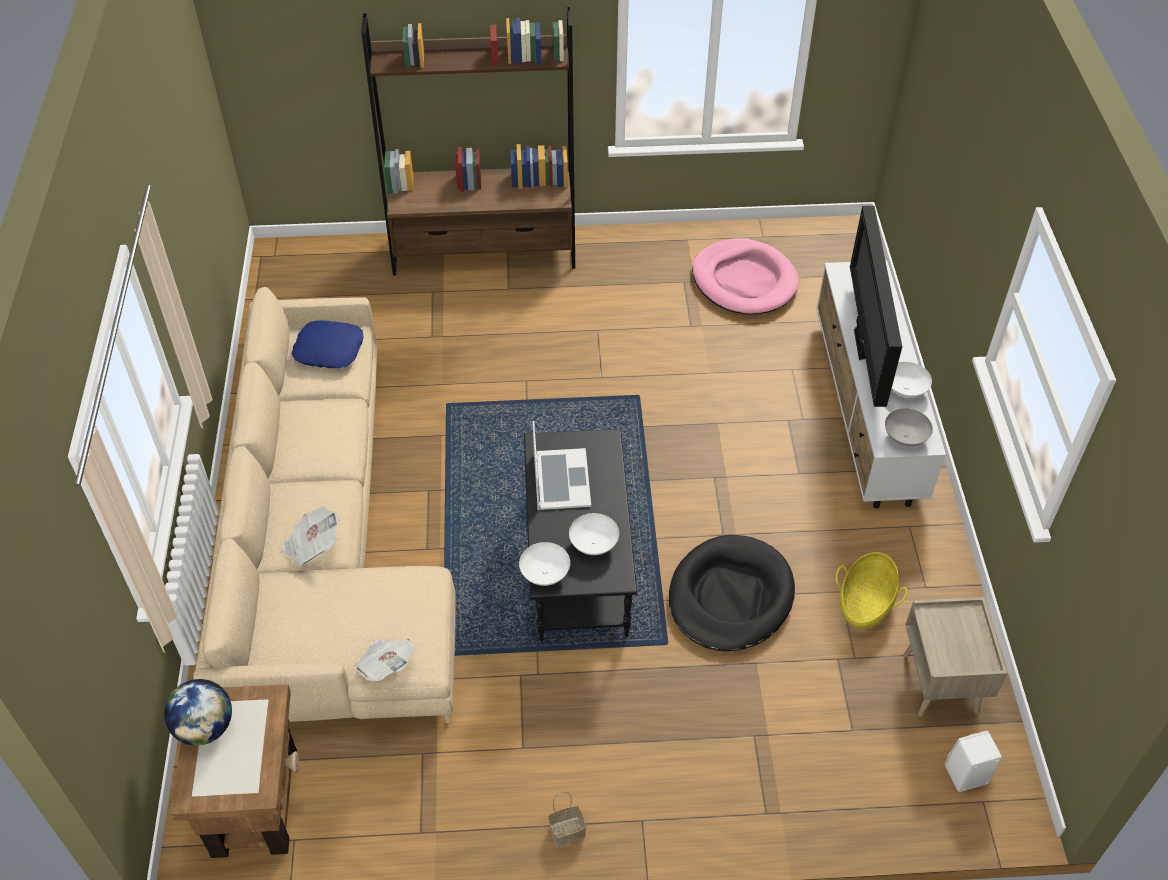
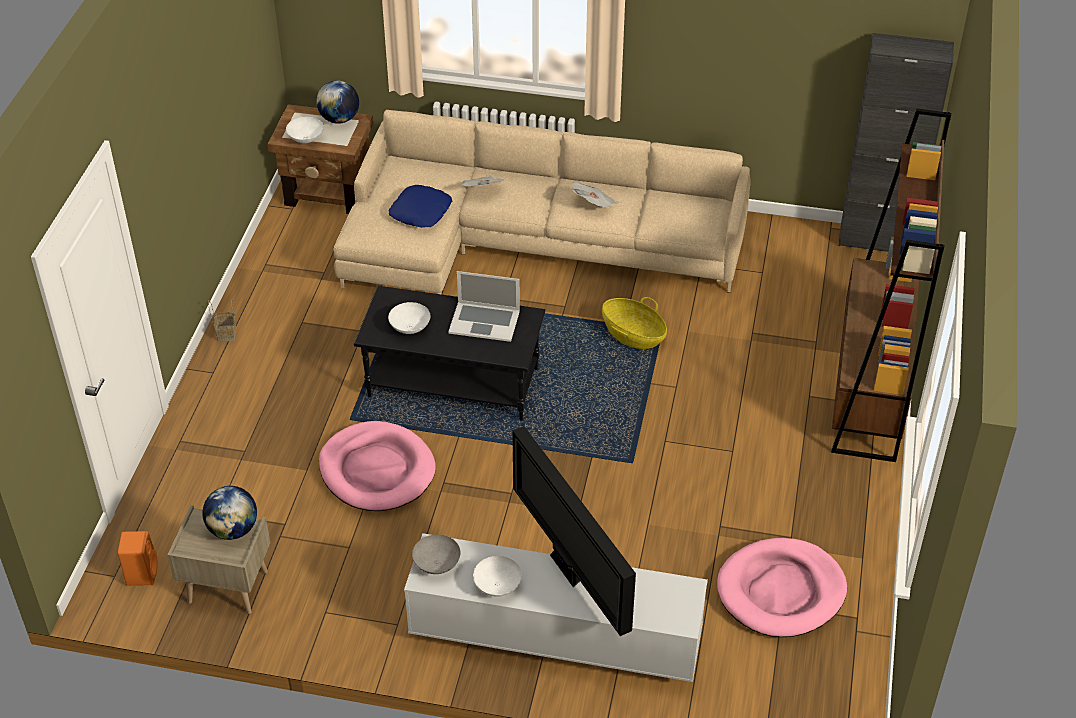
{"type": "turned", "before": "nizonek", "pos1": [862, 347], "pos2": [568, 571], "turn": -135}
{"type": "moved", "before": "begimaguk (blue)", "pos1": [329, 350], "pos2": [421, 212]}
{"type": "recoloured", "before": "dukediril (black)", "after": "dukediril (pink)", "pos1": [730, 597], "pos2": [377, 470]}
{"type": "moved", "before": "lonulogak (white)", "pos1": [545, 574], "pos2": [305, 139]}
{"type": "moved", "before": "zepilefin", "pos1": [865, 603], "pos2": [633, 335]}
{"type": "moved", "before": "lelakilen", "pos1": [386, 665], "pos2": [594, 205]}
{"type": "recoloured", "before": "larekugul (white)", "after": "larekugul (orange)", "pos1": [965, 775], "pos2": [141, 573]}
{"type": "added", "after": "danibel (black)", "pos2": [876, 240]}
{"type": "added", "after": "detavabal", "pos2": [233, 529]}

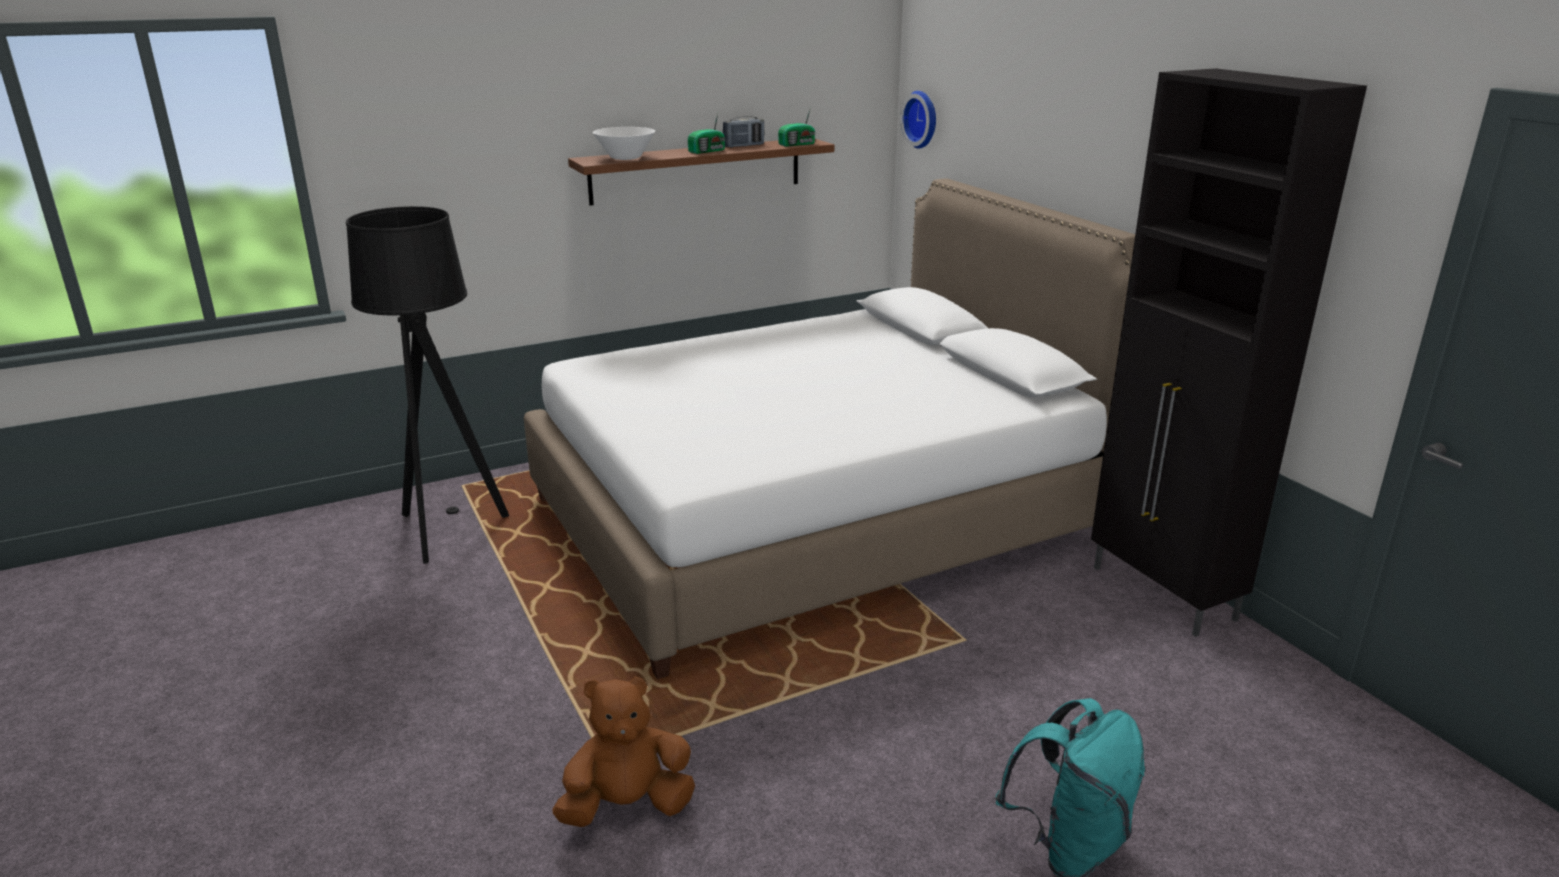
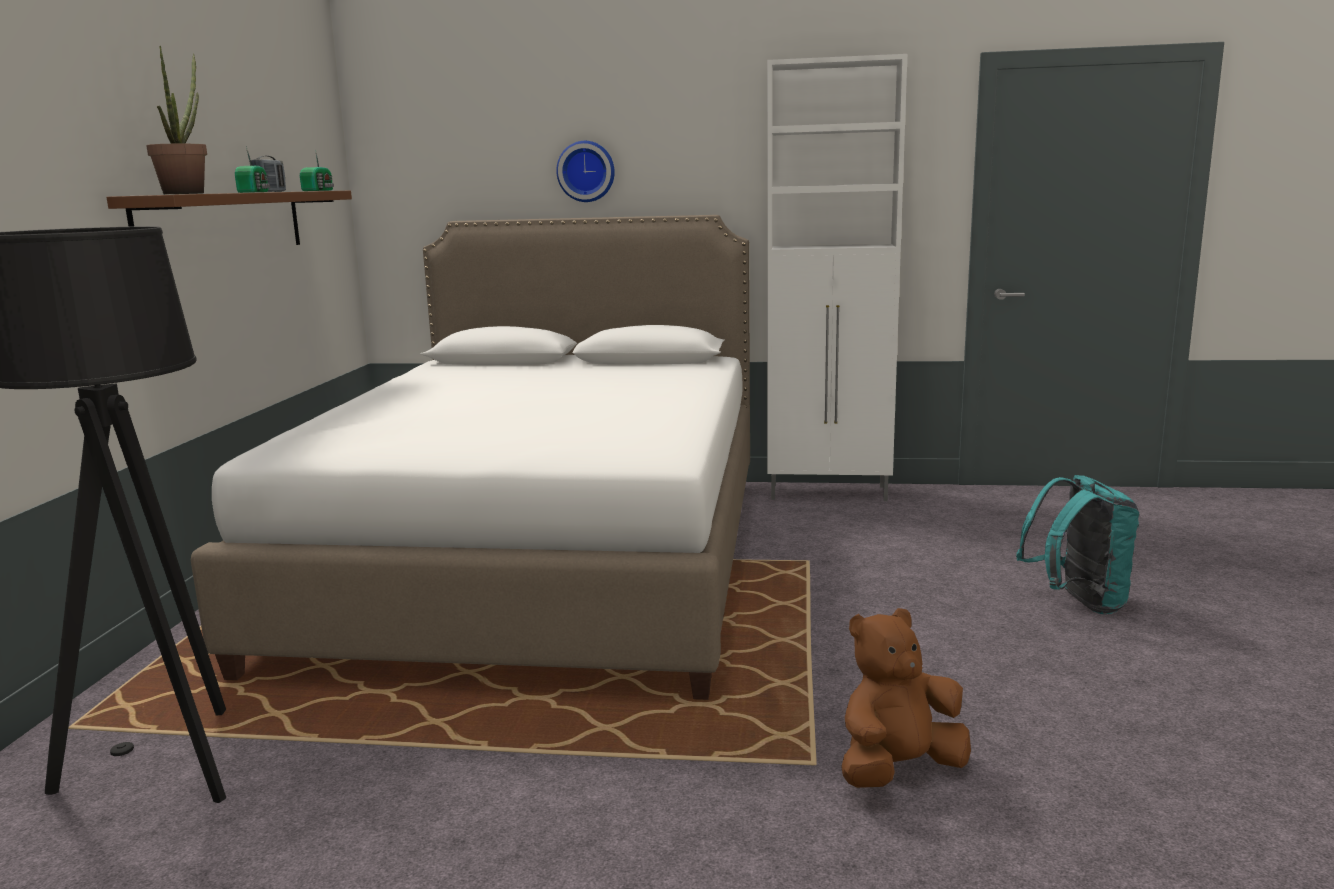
{"type": "recoloured", "before": "danibel (black)", "after": "danibel (white)", "pos1": [1163, 594], "pos2": [830, 493]}
{"type": "moved", "before": "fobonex", "pos1": [922, 119], "pos2": [586, 171]}
{"type": "replaced", "before": "lonulogak (white)", "after": "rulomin", "pos1": [625, 158], "pos2": [188, 193]}
{"type": "turned", "before": "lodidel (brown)", "pos1": [627, 806], "pos2": [898, 769], "turn": 45}

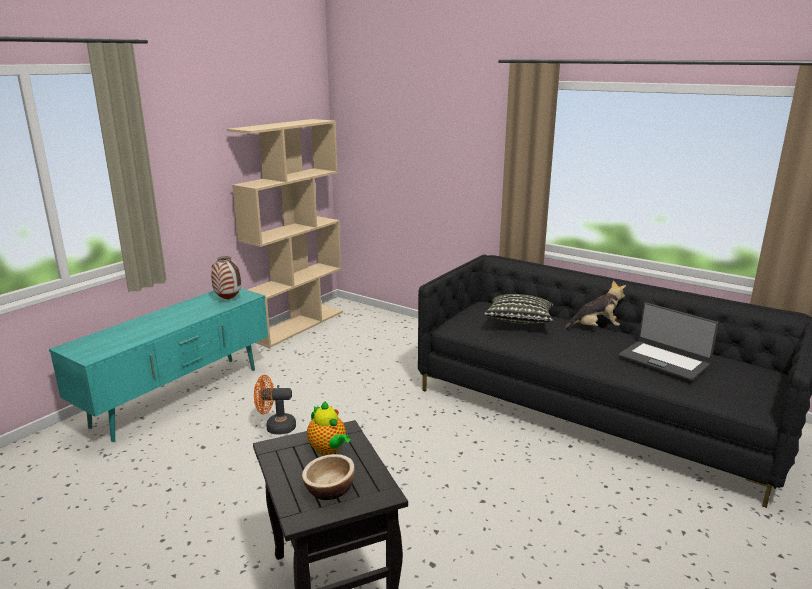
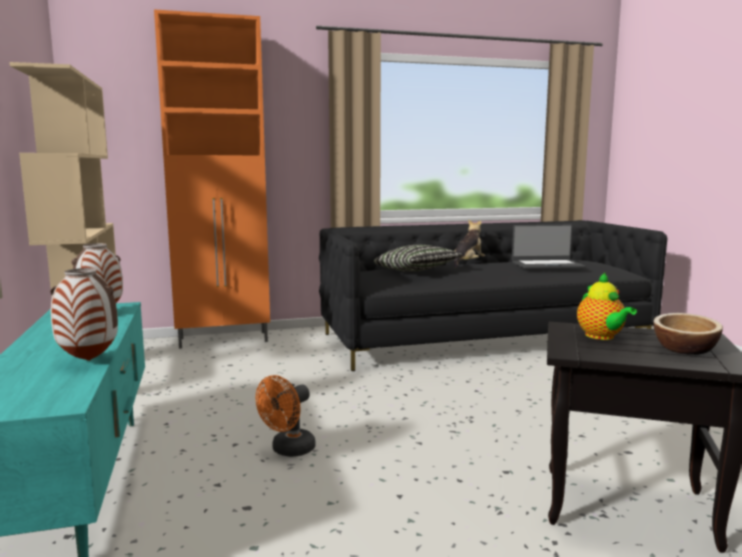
{"type": "turned", "before": "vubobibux", "pos1": [328, 450], "pos2": [601, 337], "turn": 75}
{"type": "added", "after": "danibel (orange)", "pos2": [225, 340]}
{"type": "added", "after": "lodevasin", "pos2": [90, 360]}

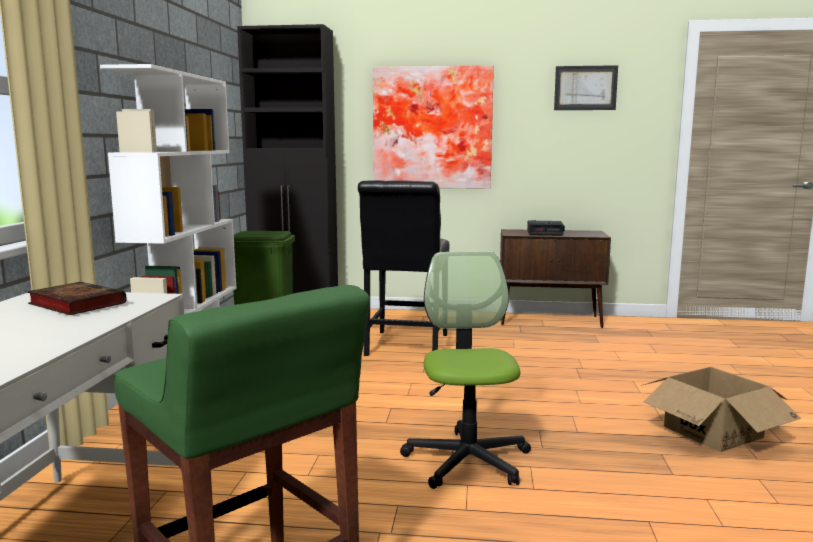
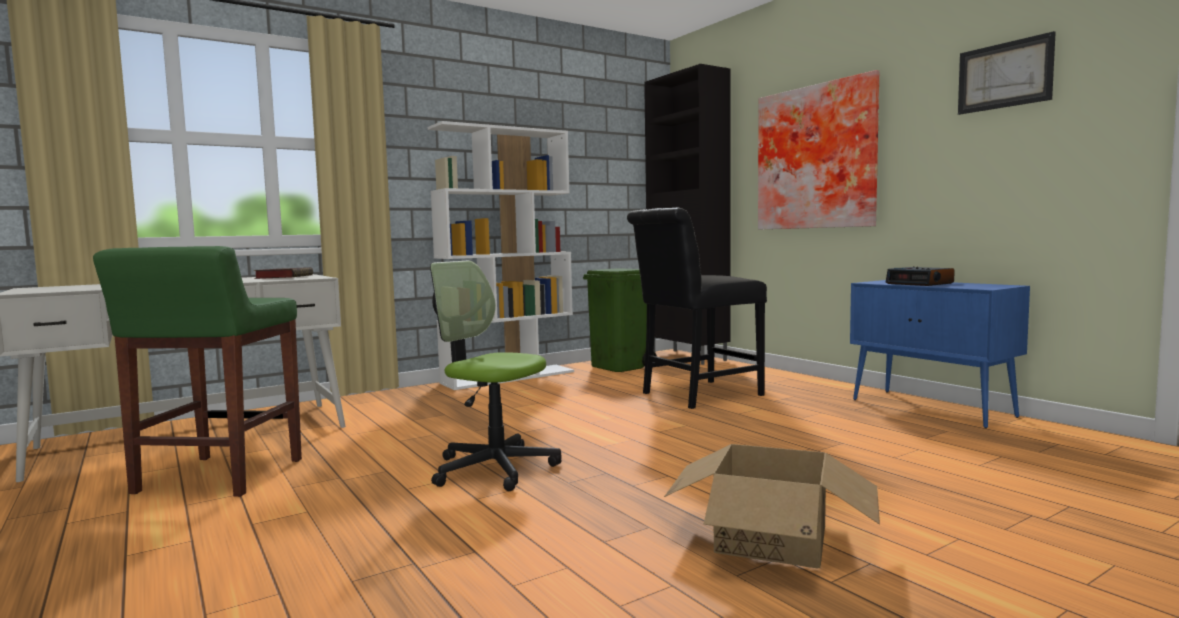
{"type": "recoloured", "before": "danibel (brown)", "after": "danibel (blue)", "pos1": [550, 320], "pos2": [932, 408]}
{"type": "turned", "before": "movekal", "pos1": [467, 460], "pos2": [494, 468], "turn": -105}

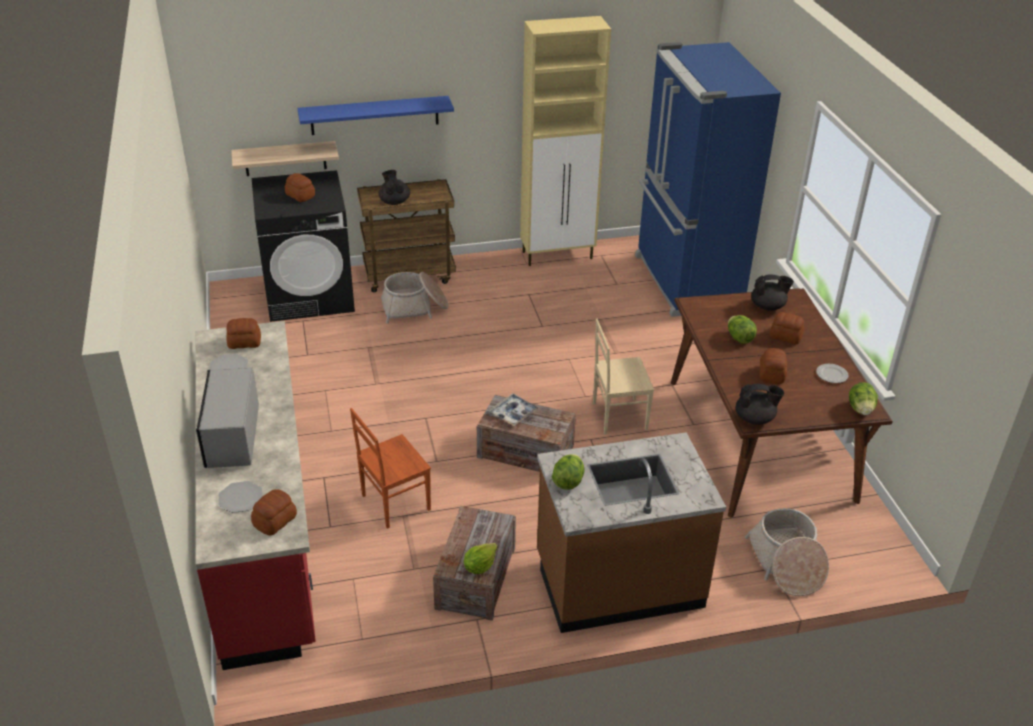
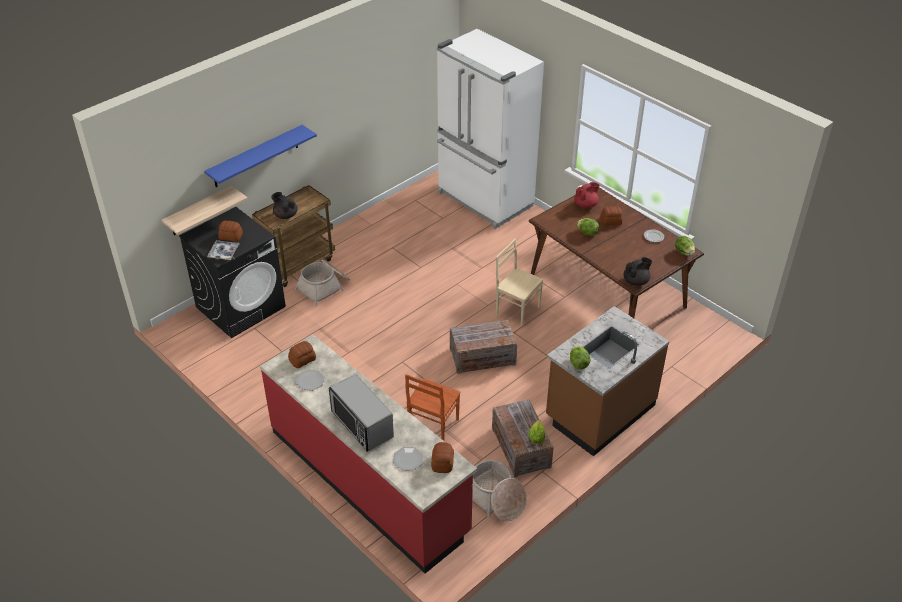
{"type": "removed", "before": "danibel (beige)", "pos1": [558, 255]}
{"type": "recoloured", "before": "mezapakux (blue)", "after": "mezapakux (white)", "pos1": [685, 282], "pos2": [484, 200]}
{"type": "recoloured", "before": "vubobibux (black)", "after": "vubobibux (red)", "pos1": [768, 306], "pos2": [586, 205]}
{"type": "turned", "before": "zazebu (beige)", "pos1": [618, 415], "pos2": [517, 309], "turn": 75}
{"type": "removed", "before": "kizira", "pos1": [771, 374]}
{"type": "moved", "before": "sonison", "pos1": [513, 413], "pos2": [224, 253]}
{"type": "moved", "before": "zepilefin", "pos1": [786, 563], "pos2": [495, 498]}

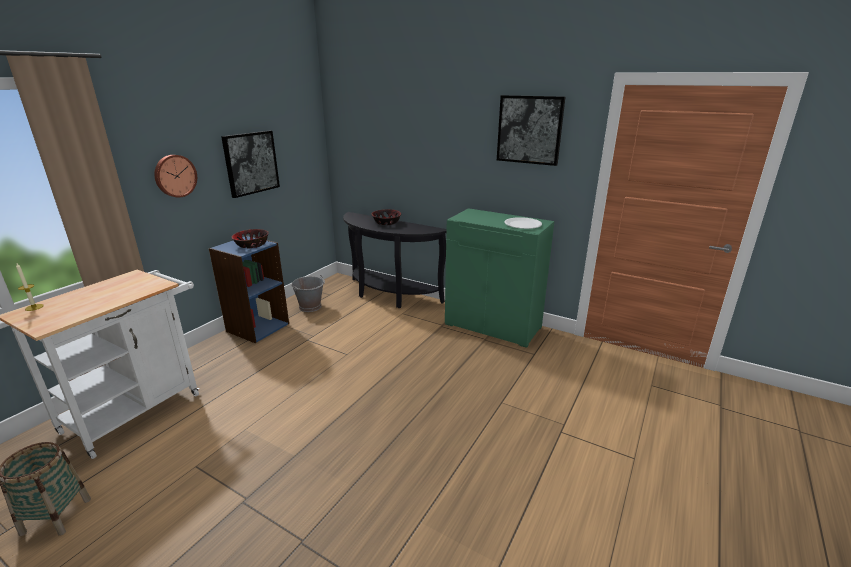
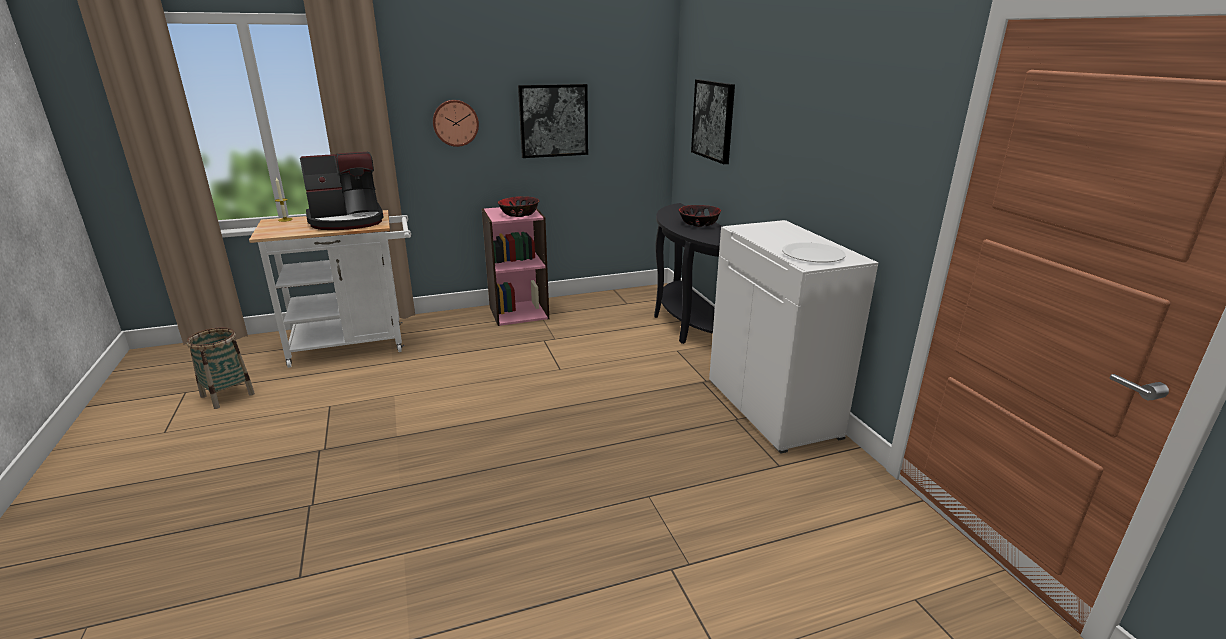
{"type": "moved", "before": "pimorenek", "pos1": [529, 130], "pos2": [713, 120]}
{"type": "recoloured", "before": "danibel (green)", "after": "danibel (white)", "pos1": [493, 325], "pos2": [773, 408]}
{"type": "recoloured", "before": "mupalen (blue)", "after": "mupalen (pink)", "pos1": [257, 327], "pos2": [518, 312]}
{"type": "removed", "before": "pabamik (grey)", "pos1": [310, 307]}
{"type": "added", "after": "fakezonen", "pos2": [347, 221]}

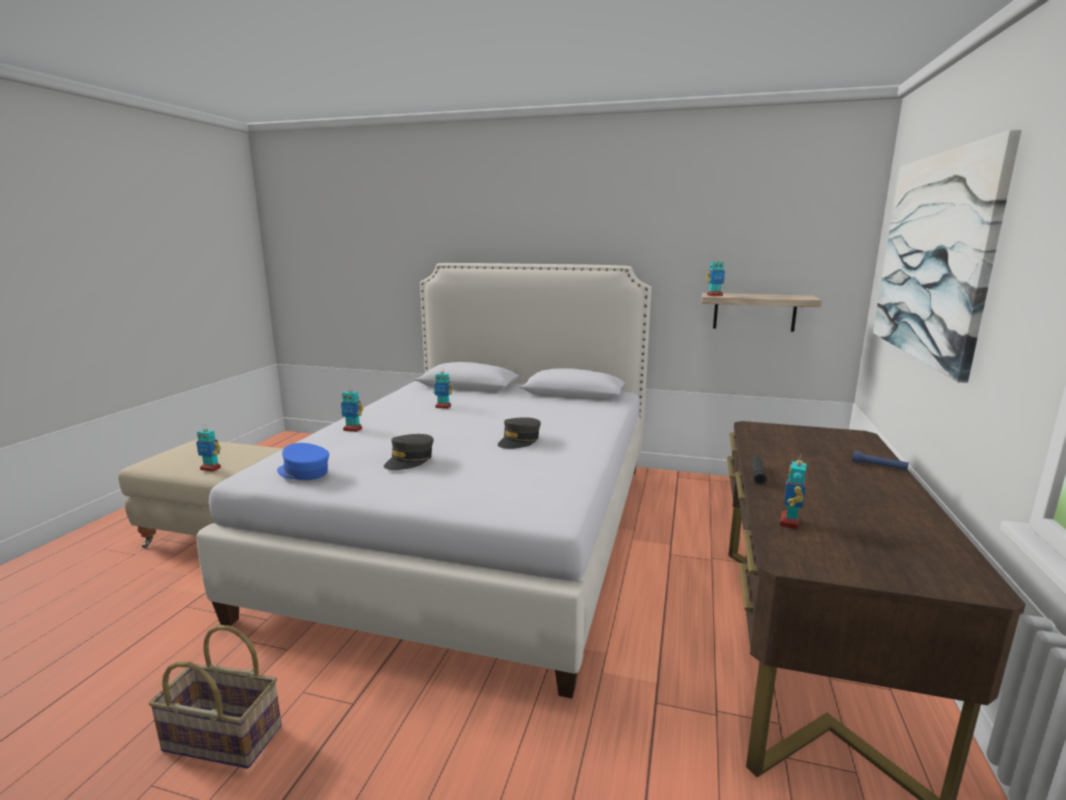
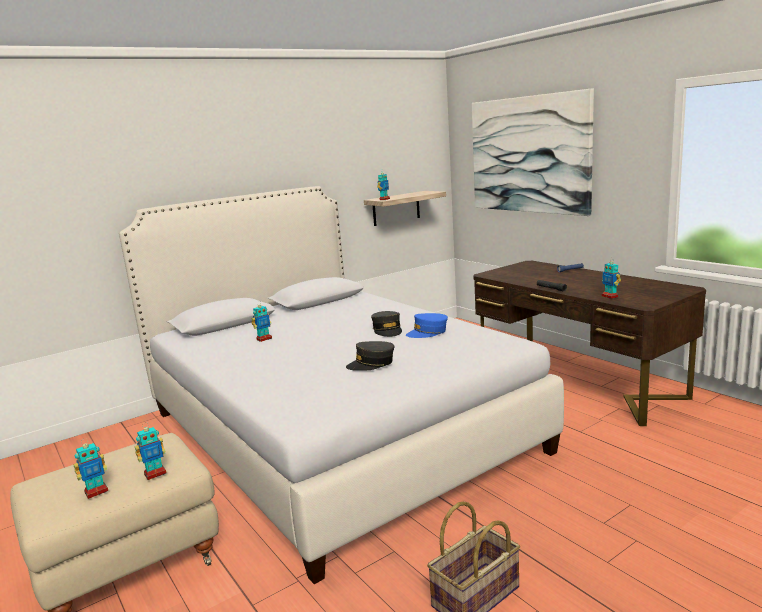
{"type": "moved", "before": "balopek", "pos1": [353, 429], "pos2": [96, 492]}
{"type": "turned", "before": "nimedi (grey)", "pos1": [409, 460], "pos2": [371, 364], "turn": 90}
{"type": "moved", "before": "nimedi (blue)", "pos1": [303, 472], "pos2": [427, 332]}

